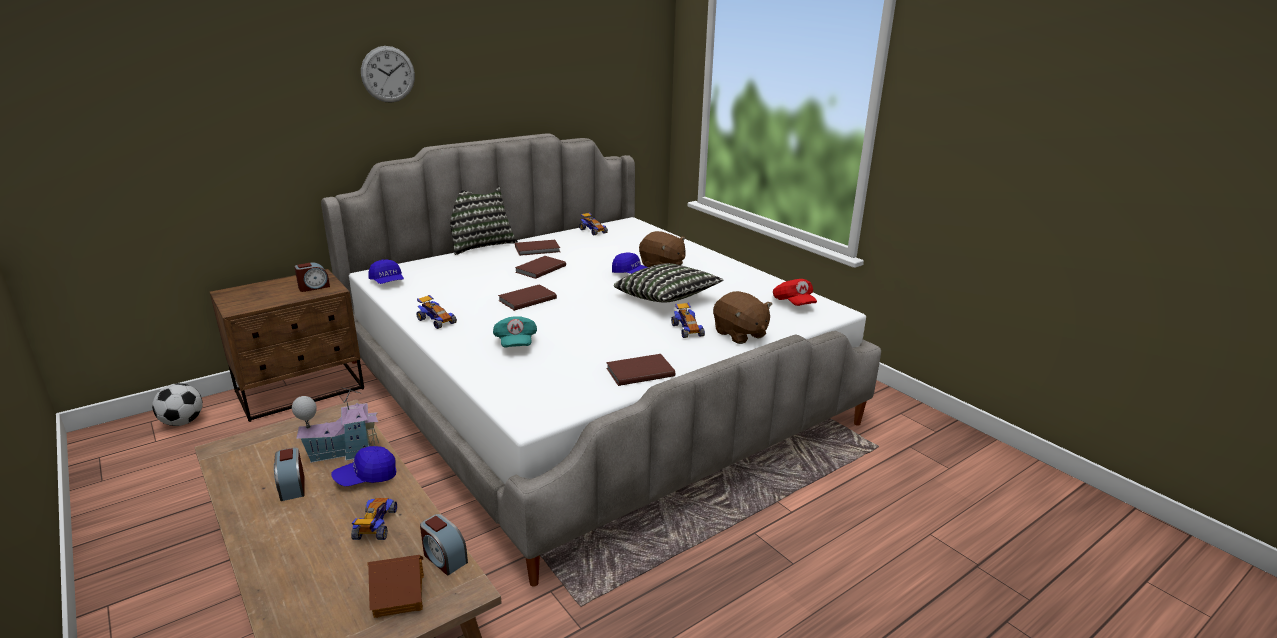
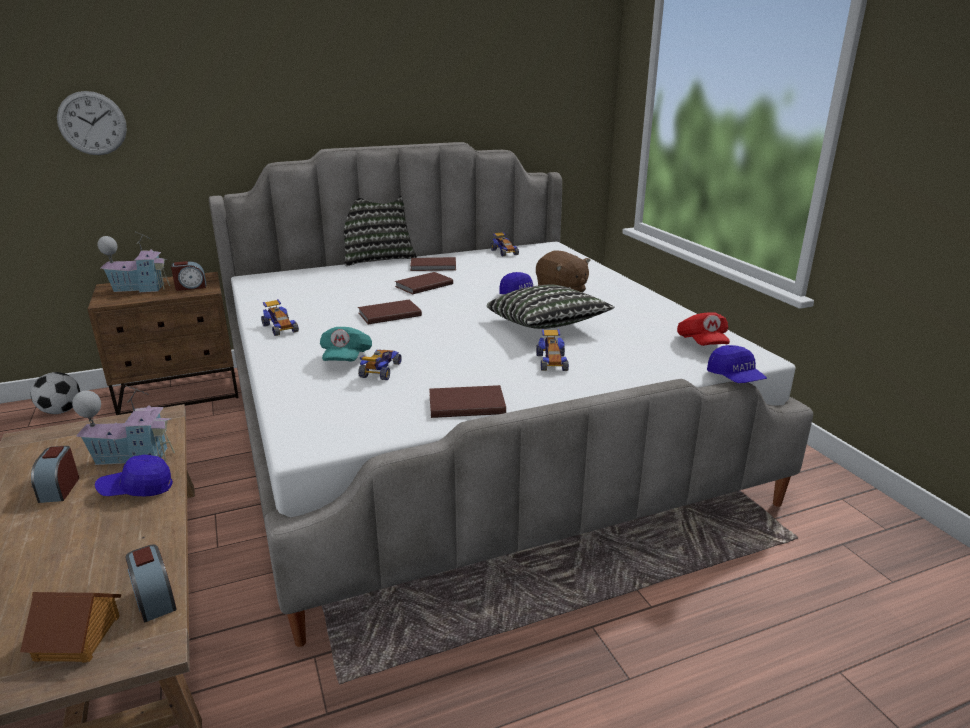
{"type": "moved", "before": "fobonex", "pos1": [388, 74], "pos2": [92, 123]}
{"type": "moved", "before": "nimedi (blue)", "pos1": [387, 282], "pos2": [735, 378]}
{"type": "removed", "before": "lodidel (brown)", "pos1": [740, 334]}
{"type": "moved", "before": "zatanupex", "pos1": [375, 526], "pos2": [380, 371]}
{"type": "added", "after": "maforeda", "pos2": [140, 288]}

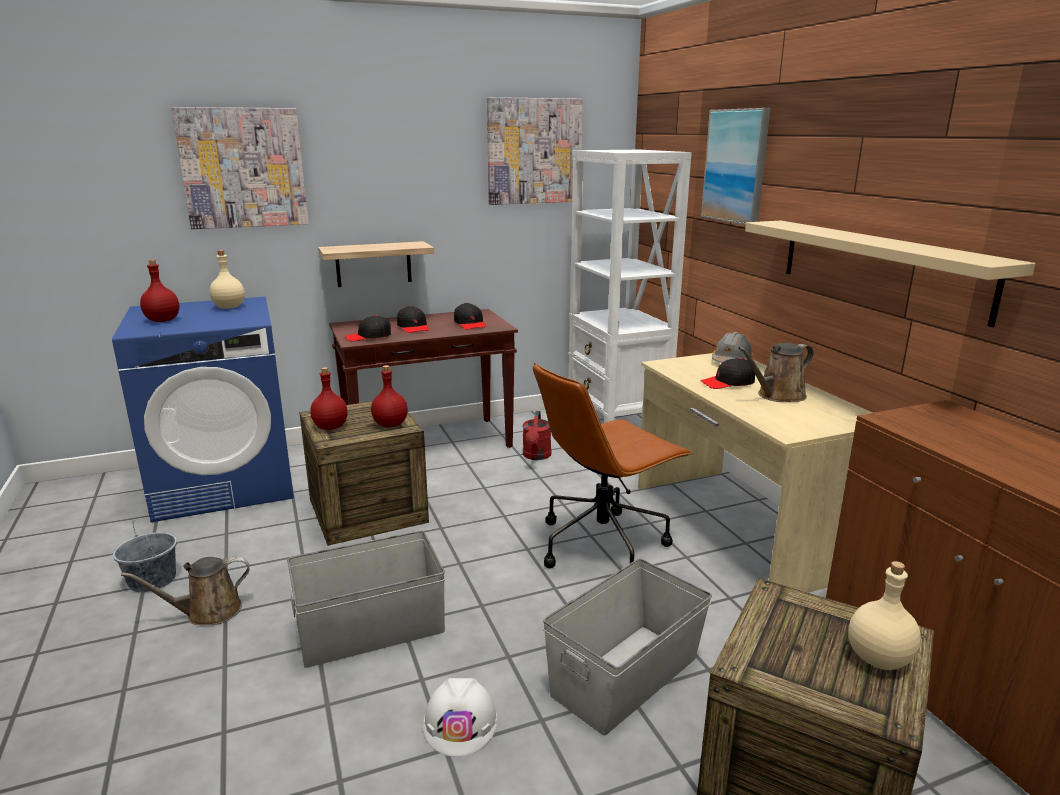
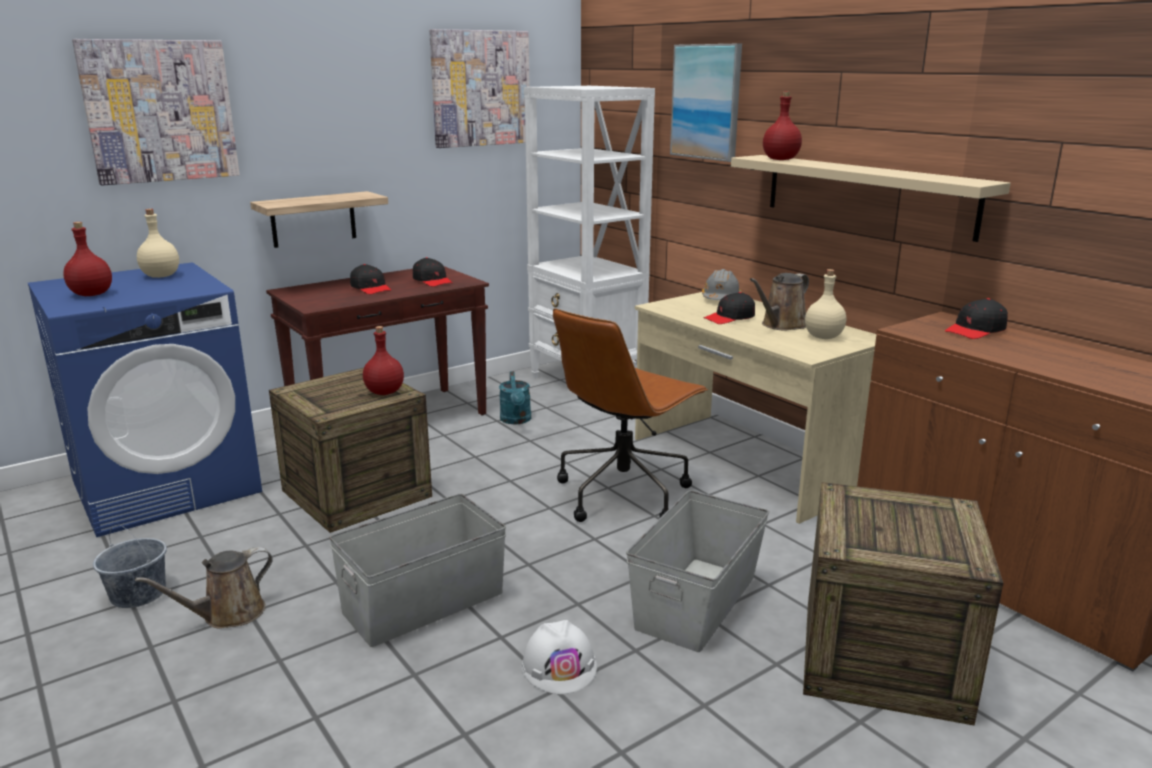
{"type": "moved", "before": "nimedi (black)", "pos1": [369, 336], "pos2": [975, 330]}
{"type": "moved", "before": "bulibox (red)", "pos1": [331, 427], "pos2": [781, 159]}
{"type": "recoloured", "before": "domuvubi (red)", "after": "domuvubi (turquoise)", "pos1": [536, 456], "pos2": [516, 420]}
{"type": "moved", "before": "bulibox (beige)", "pos1": [877, 658], "pos2": [823, 337]}

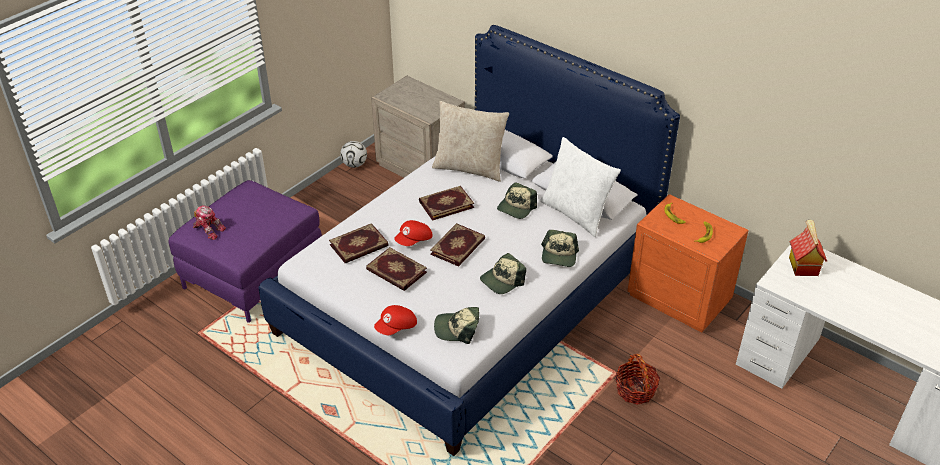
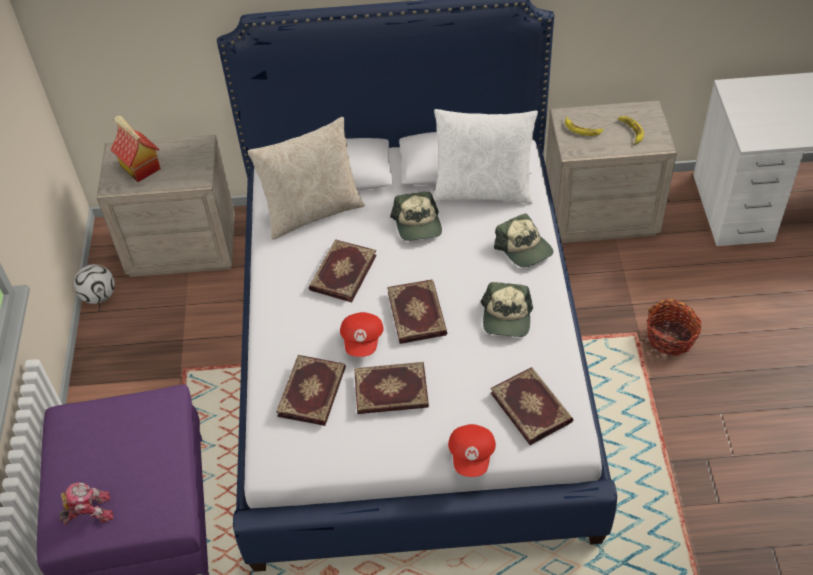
{"type": "recoloured", "before": "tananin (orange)", "after": "tananin (beige)", "pos1": [679, 298], "pos2": [600, 214]}
{"type": "moved", "before": "maforeda", "pos1": [802, 266], "pos2": [139, 167]}
{"type": "replaced", "before": "nimedi", "after": "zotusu", "pos1": [457, 329], "pos2": [532, 406]}

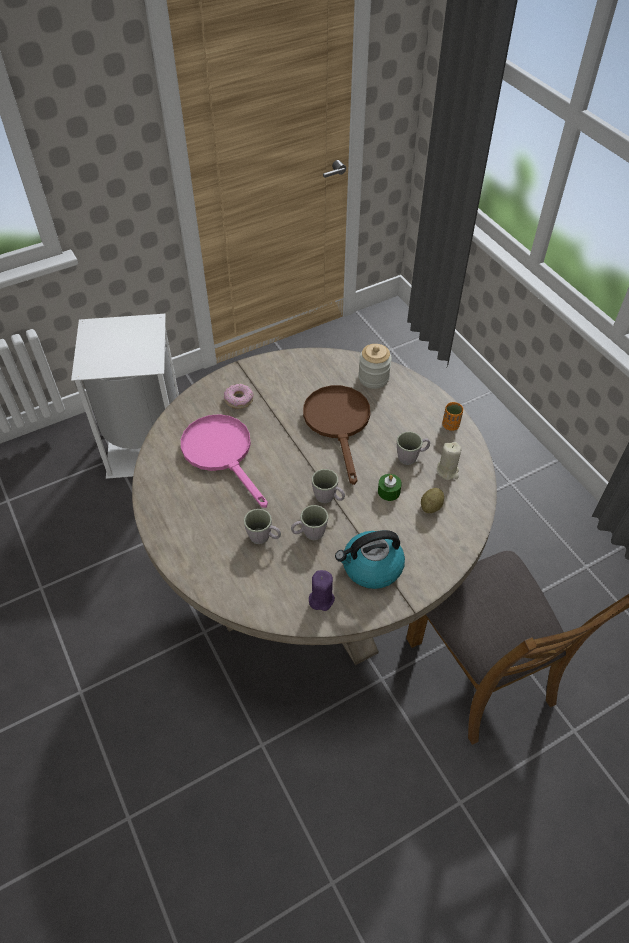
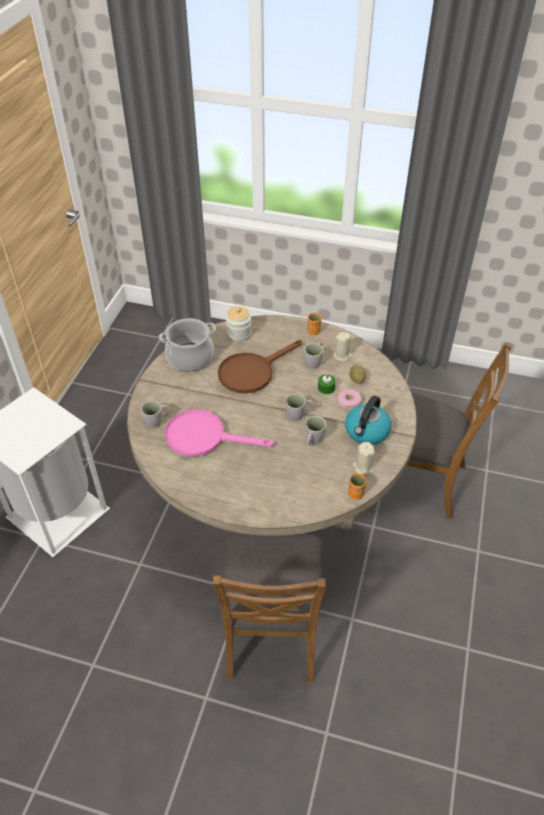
{"type": "moved", "before": "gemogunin", "pos1": [238, 399], "pos2": [349, 402]}
{"type": "turned", "before": "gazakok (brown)", "pos1": [339, 423], "pos2": [252, 372], "turn": -75}
{"type": "moved", "before": "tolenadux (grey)", "pos1": [264, 537], "pos2": [157, 421]}
{"type": "recoloured", "before": "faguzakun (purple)", "after": "faguzakun (beige)", "pos1": [321, 599], "pos2": [363, 467]}
{"type": "added", "after": "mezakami", "pos2": [190, 357]}
{"type": "added", "after": "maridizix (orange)", "pos2": [356, 494]}
{"type": "added", "after": "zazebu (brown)", "pos2": [271, 630]}

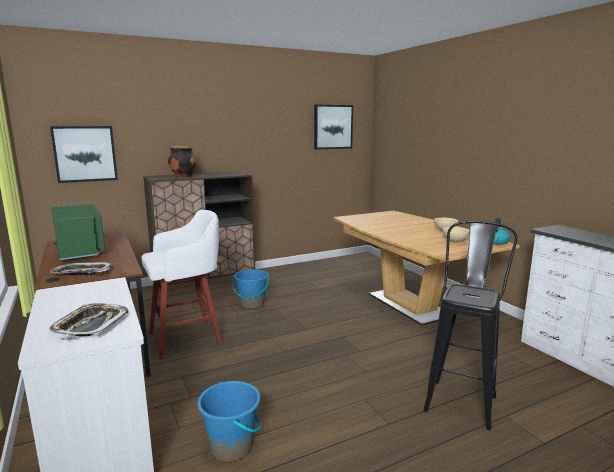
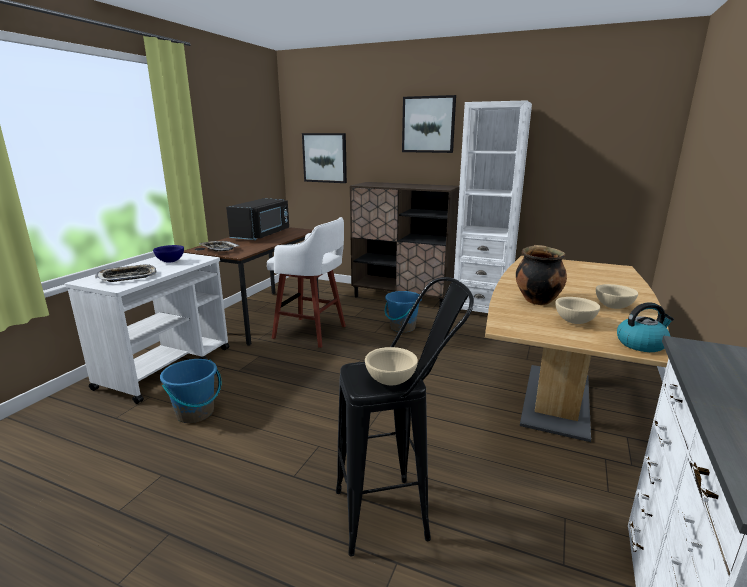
{"type": "moved", "before": "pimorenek", "pos1": [333, 127], "pos2": [428, 124]}
{"type": "moved", "before": "mezakami", "pos1": [183, 177], "pos2": [536, 300]}
{"type": "recoloured", "before": "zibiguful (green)", "after": "zibiguful (black)", "pos1": [81, 249], "pos2": [262, 235]}
{"type": "added", "after": "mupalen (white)", "pos2": [481, 309]}
{"type": "added", "after": "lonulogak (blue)", "pos2": [170, 261]}
{"type": "added", "after": "lonulogak (beige)", "pos2": [390, 380]}

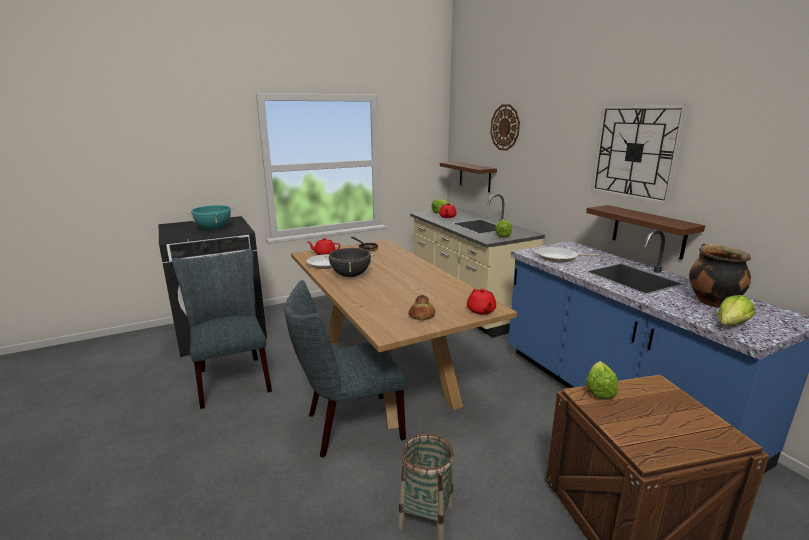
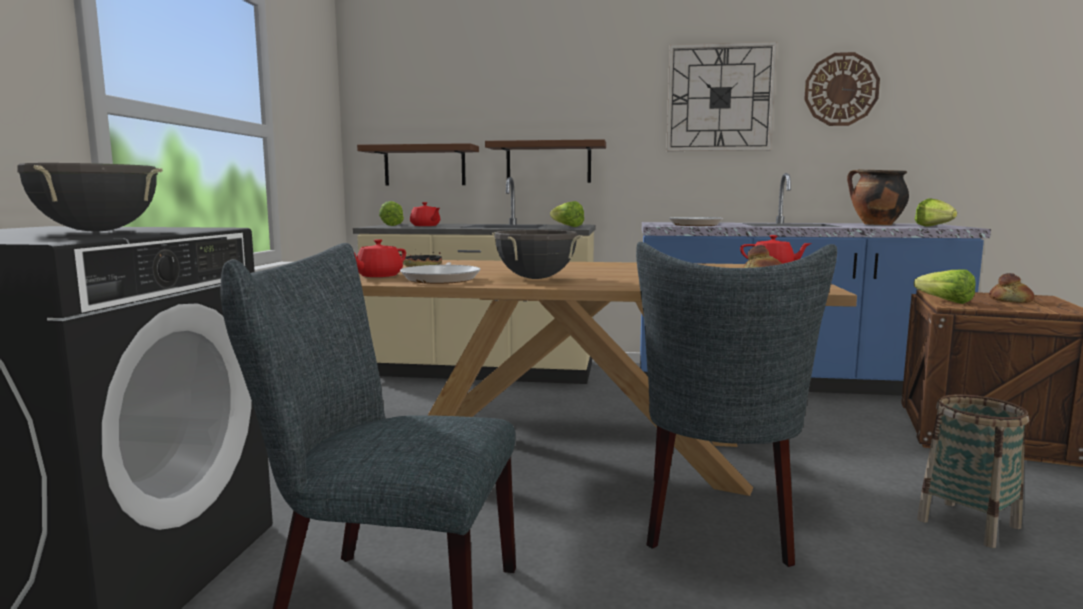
{"type": "moved", "before": "fobonex", "pos1": [505, 127], "pos2": [841, 89]}
{"type": "recoloured", "before": "mezakami (turquoise)", "after": "mezakami (black)", "pos1": [214, 229], "pos2": [97, 231]}
{"type": "moved", "before": "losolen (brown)", "pos1": [648, 231], "pos2": [548, 162]}
{"type": "added", "after": "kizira", "pos2": [1011, 300]}

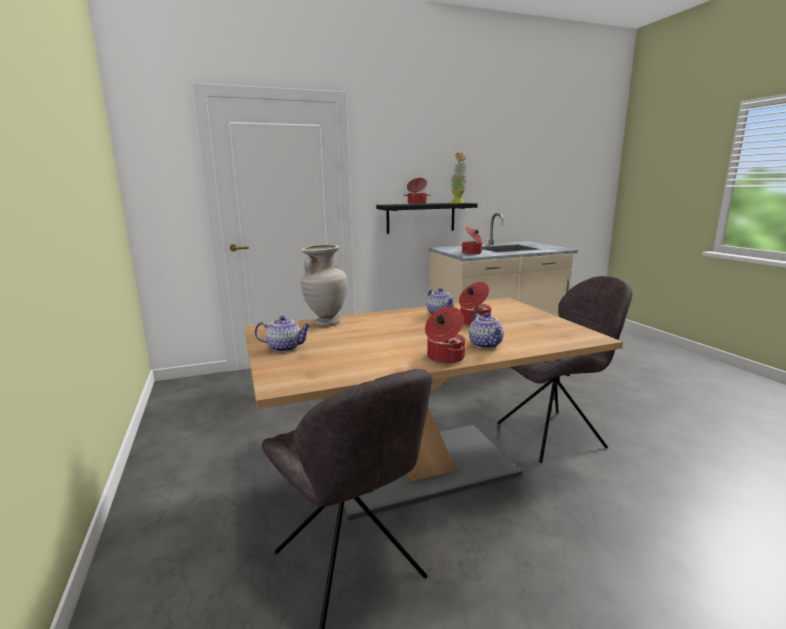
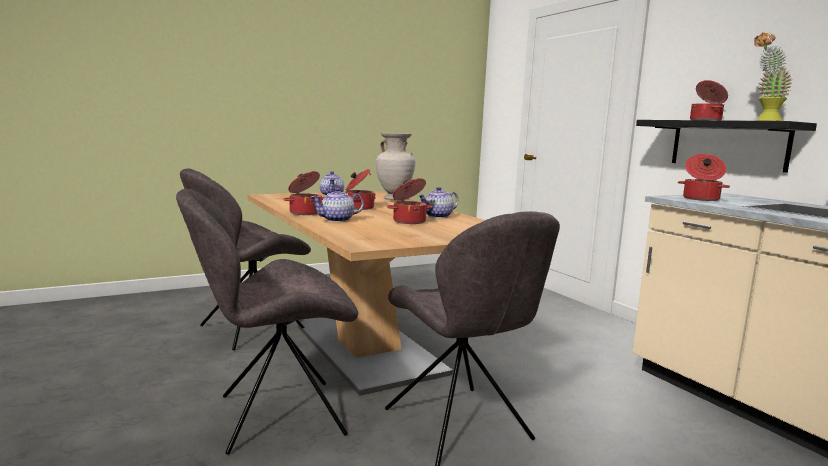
{"type": "added", "after": "mezakami", "pos2": [358, 207]}
{"type": "added", "after": "zazebu (grey)", "pos2": [275, 416]}

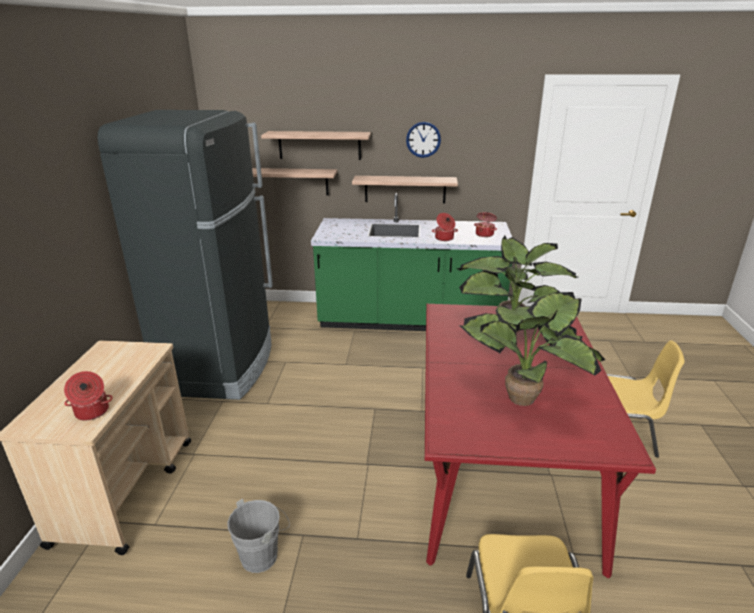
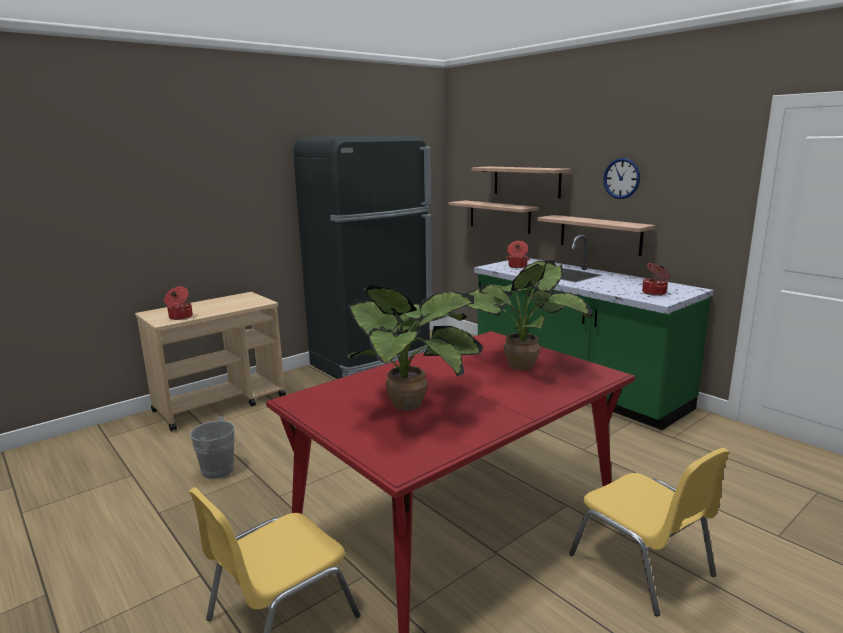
{"type": "moved", "before": "mezakami", "pos1": [444, 238], "pos2": [517, 266]}

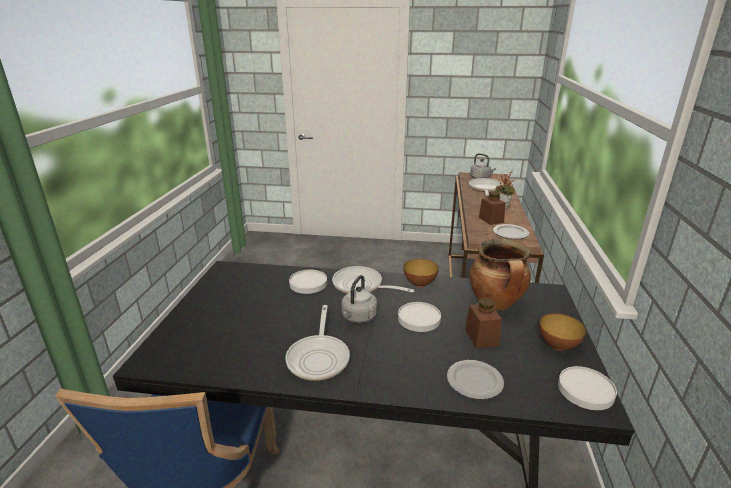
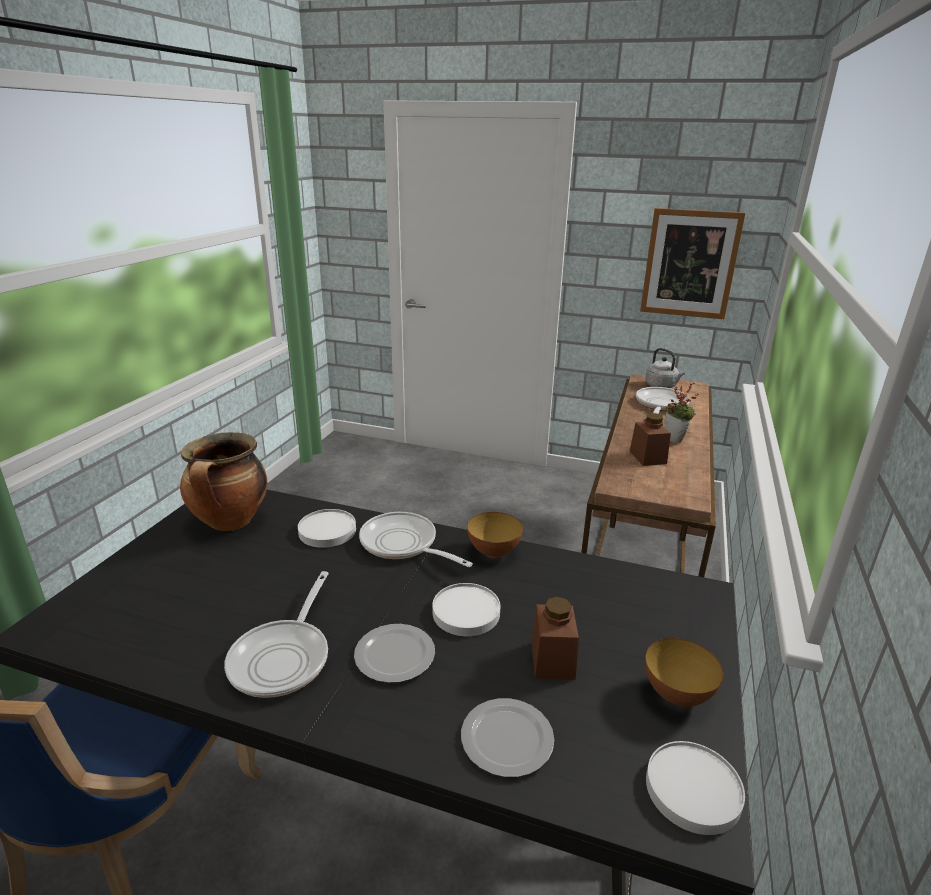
{"type": "moved", "before": "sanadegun", "pos1": [510, 233], "pos2": [395, 654]}
{"type": "moved", "before": "mezakami", "pos1": [496, 304], "pos2": [231, 523]}
{"type": "removed", "before": "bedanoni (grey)", "pos1": [358, 317]}
{"type": "added", "after": "pimorenek", "pos2": [690, 264]}

